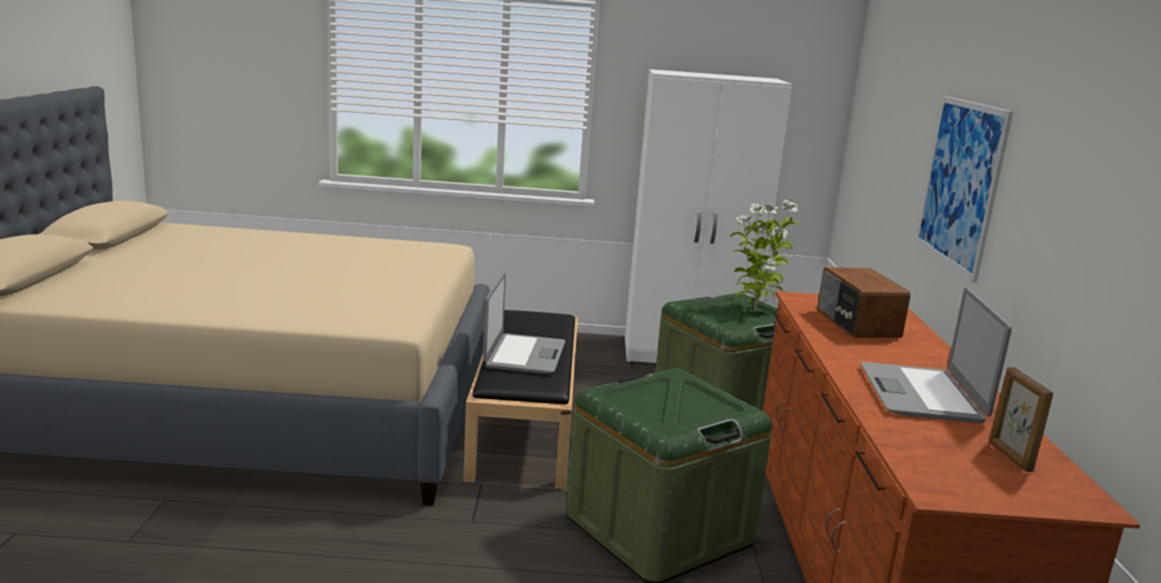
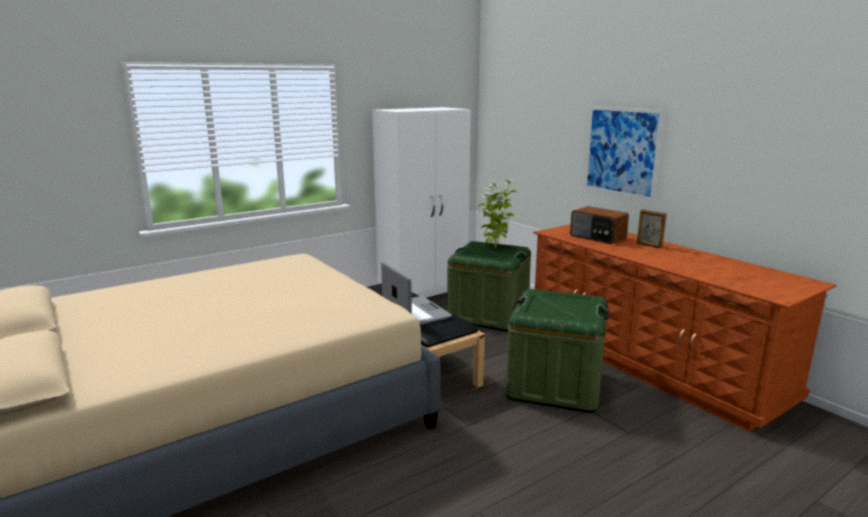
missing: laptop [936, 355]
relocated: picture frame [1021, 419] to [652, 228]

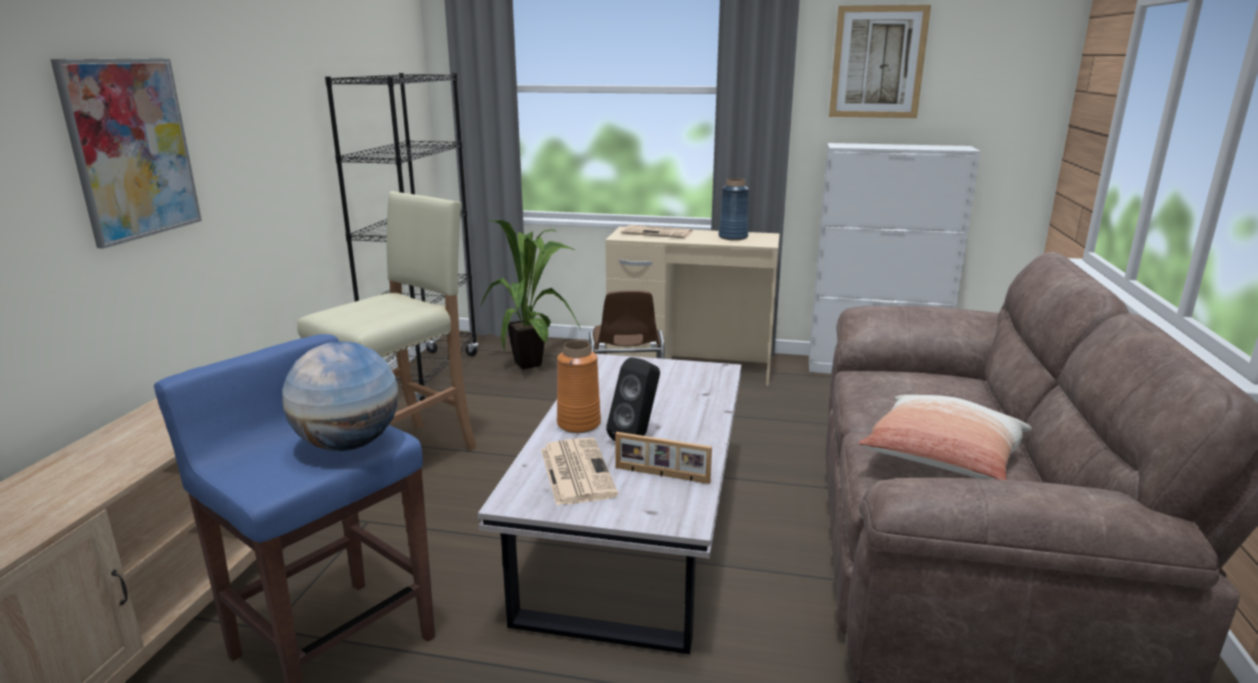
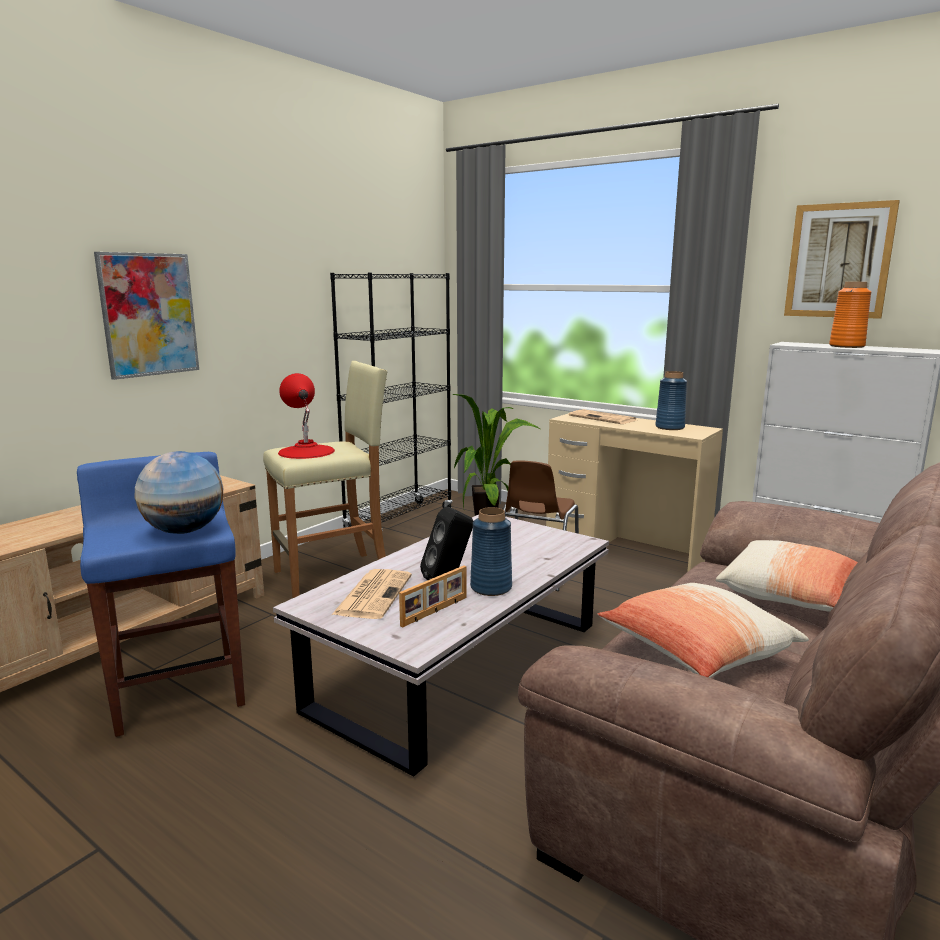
appeared: lamp for a table/red [306, 416]; decorative vase/blue-coloured [491, 551]; throw pillow [787, 576]
relocated: decorative vase/orange-coloured [579, 386] to [850, 315]
spun: picture frame [663, 458] = [433, 596] 90 degrees counterclockwise

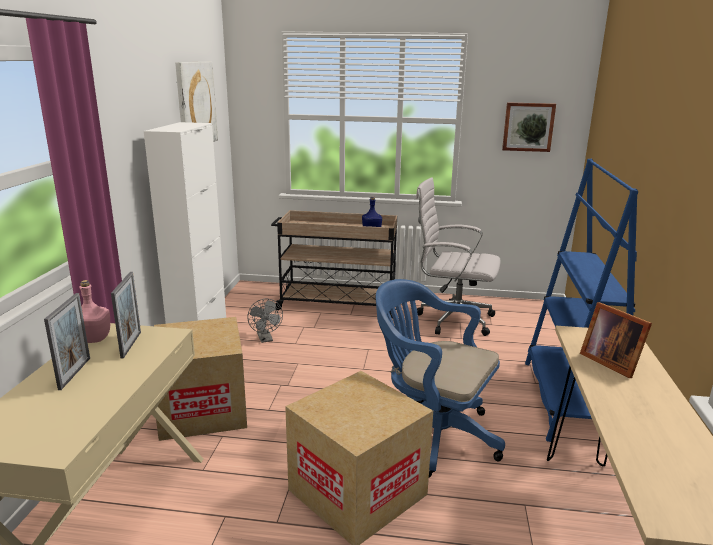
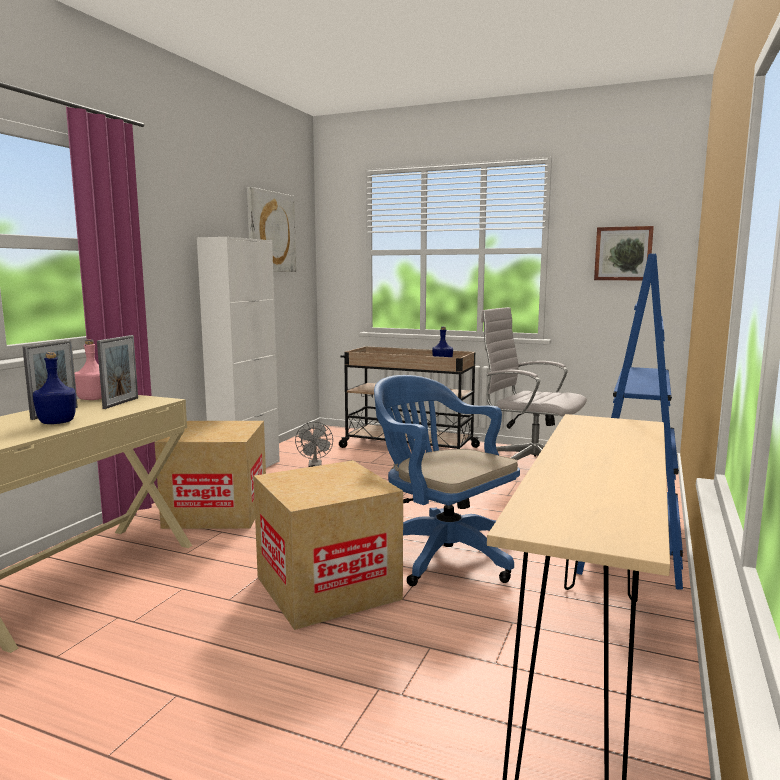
missing: picture frame [616, 340]
appeared: bottle/blue-coloured [54, 388]

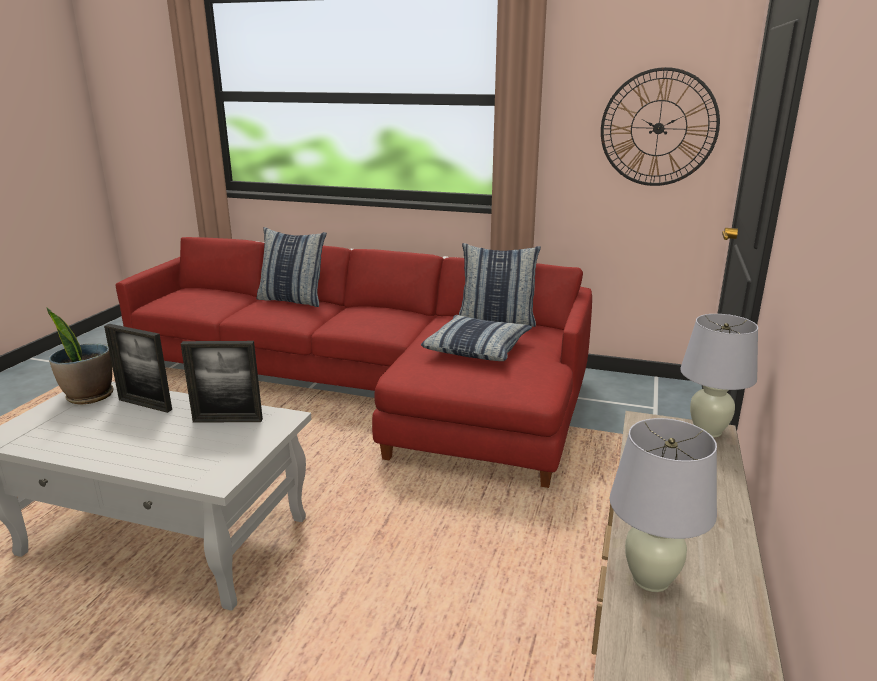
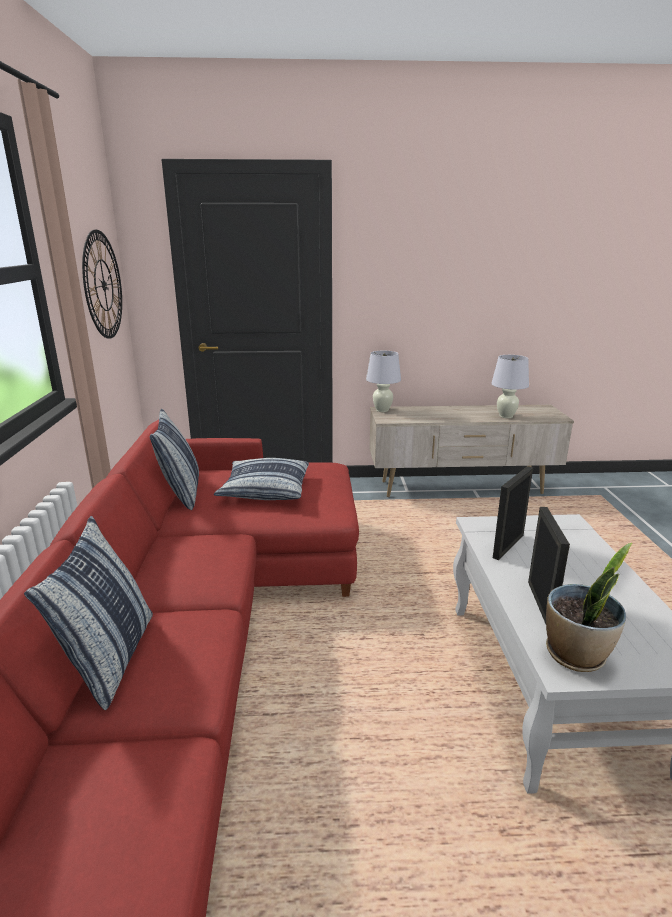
spun: picture frame [222, 382] = [513, 513] 120 degrees counterclockwise

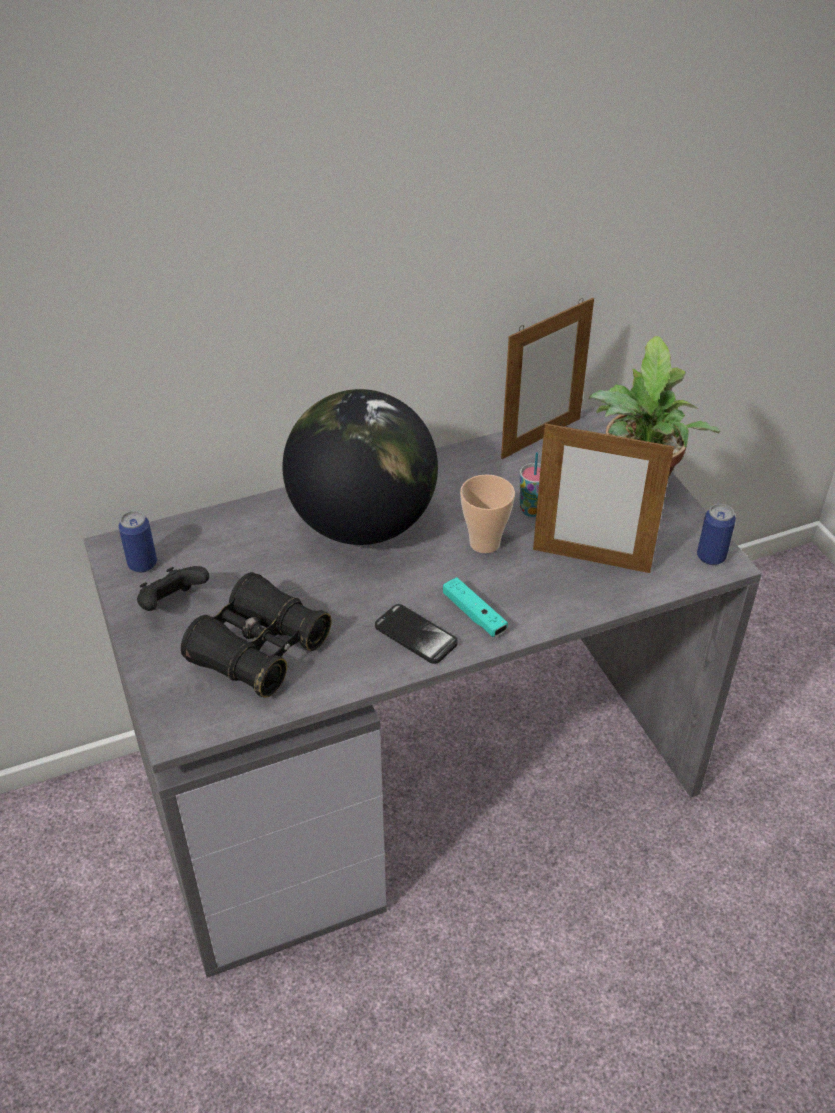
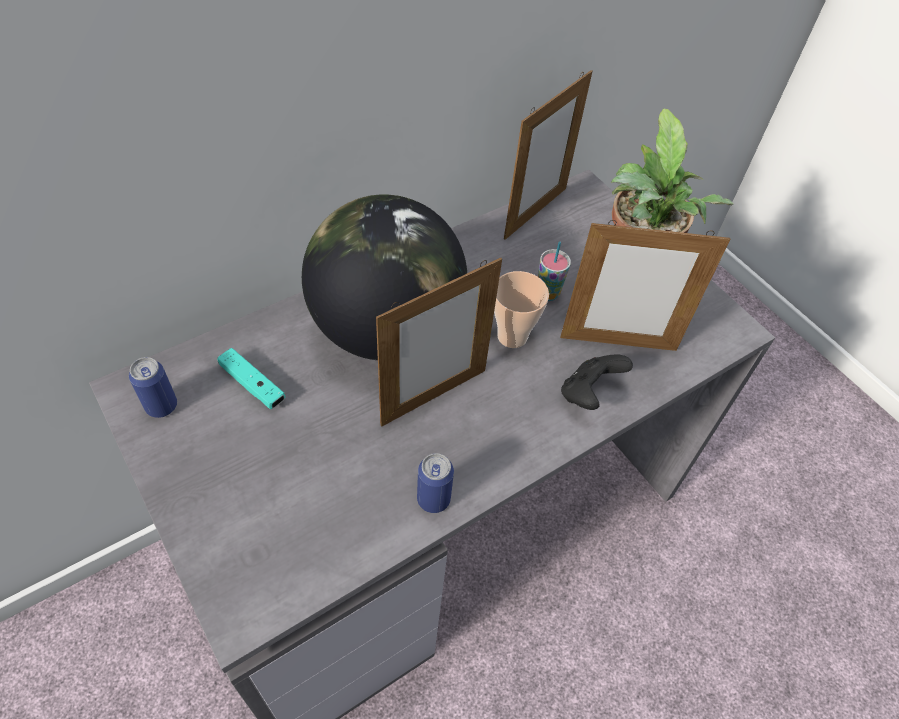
missing: binoculars/blackish [256, 635]; telephone [416, 634]
appeared: picture frame [439, 342]
relocated: game controller/turquoise-coloured [475, 607] to [251, 378]; sealed can [716, 534] to [435, 483]; game controller/blackish [173, 588] to [597, 382]

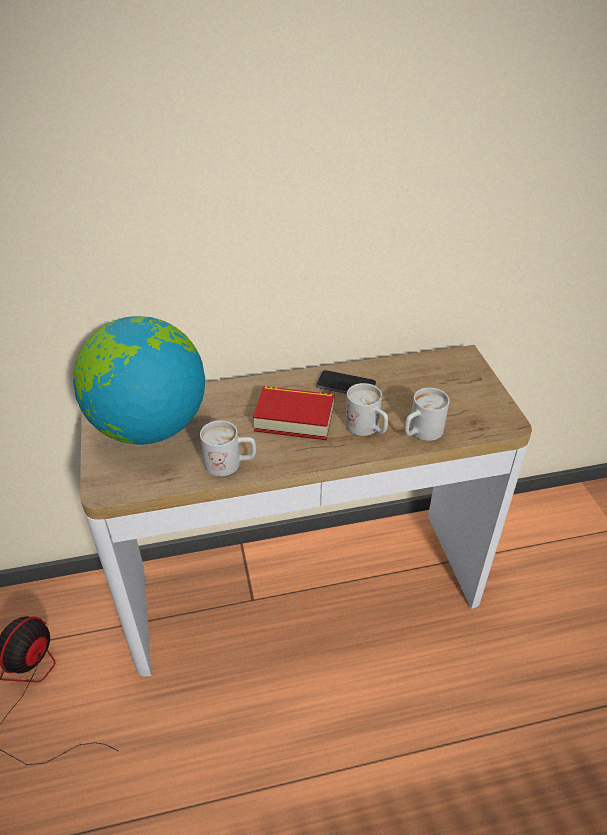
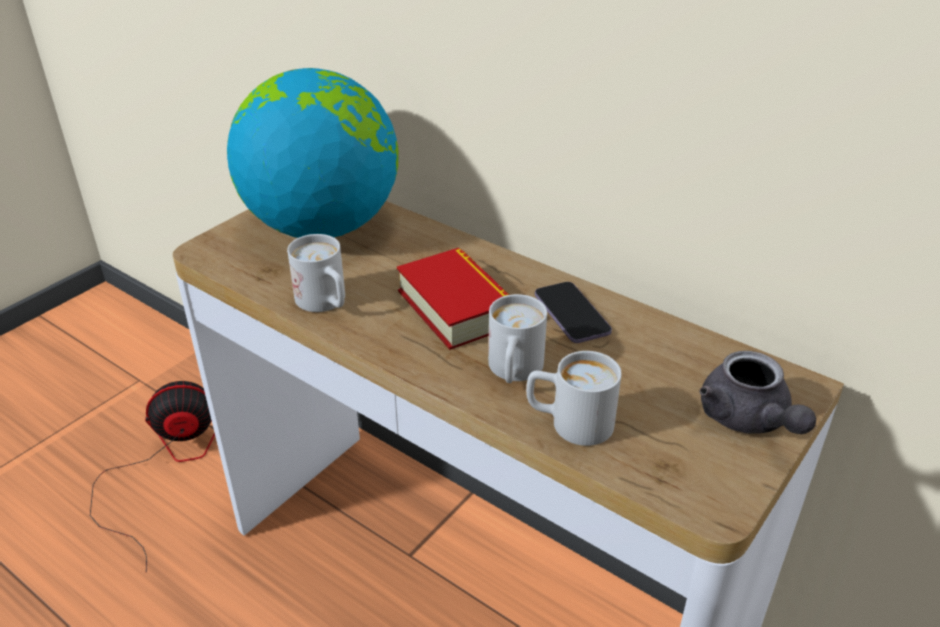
appeared: teapot/greyish [758, 392]

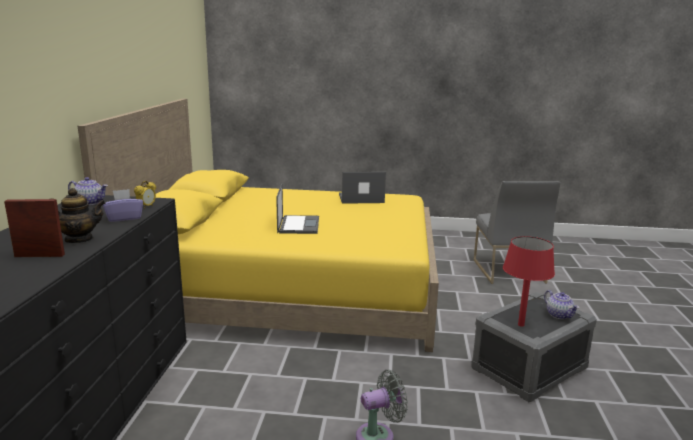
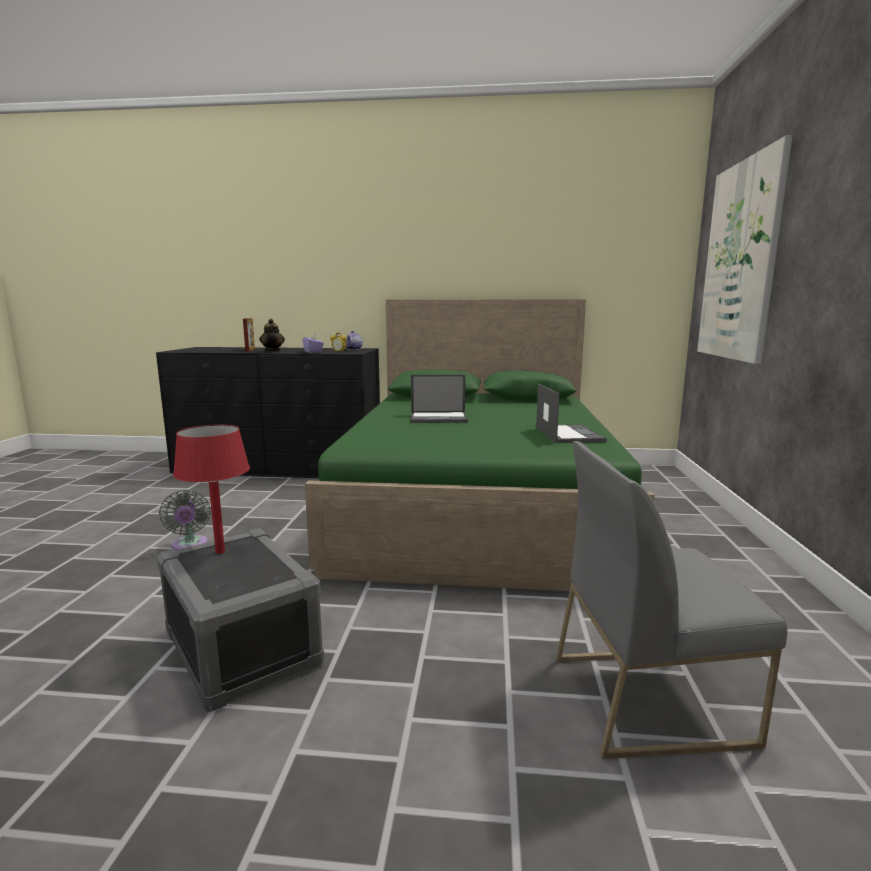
missing: teapot [561, 304]
appeared: picture [744, 249]
colour: sleeping bed/yellow [258, 225] to sleeping bed/green [480, 445]

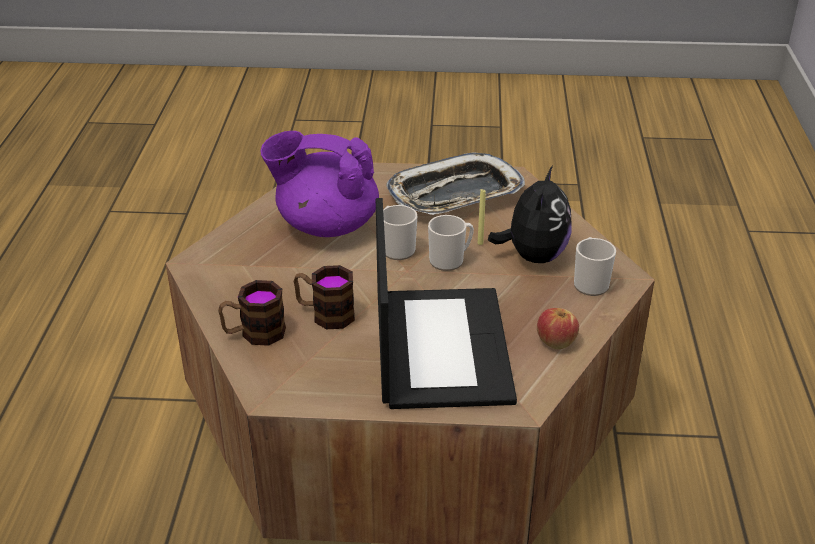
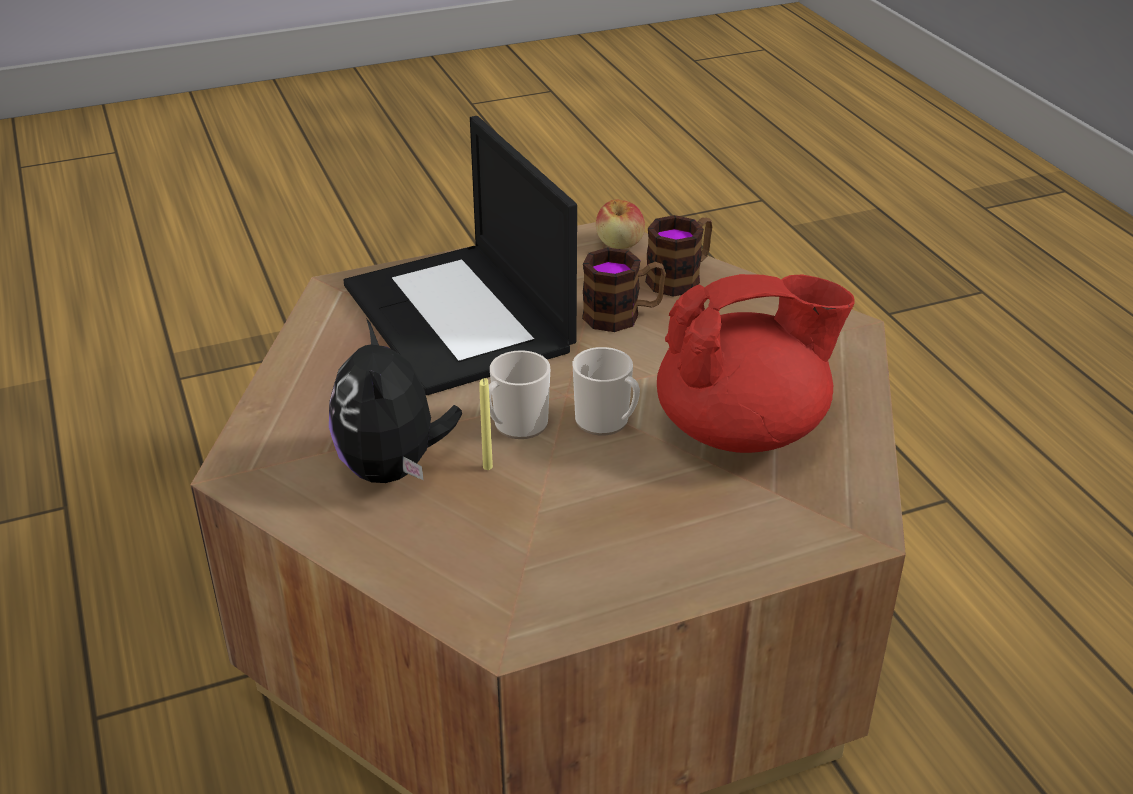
missing: serving tray [455, 183]; mug [595, 266]
relocated: whole apple [558, 328] to [620, 224]
colour: teapot/purple [320, 184] to teapot/red [756, 363]

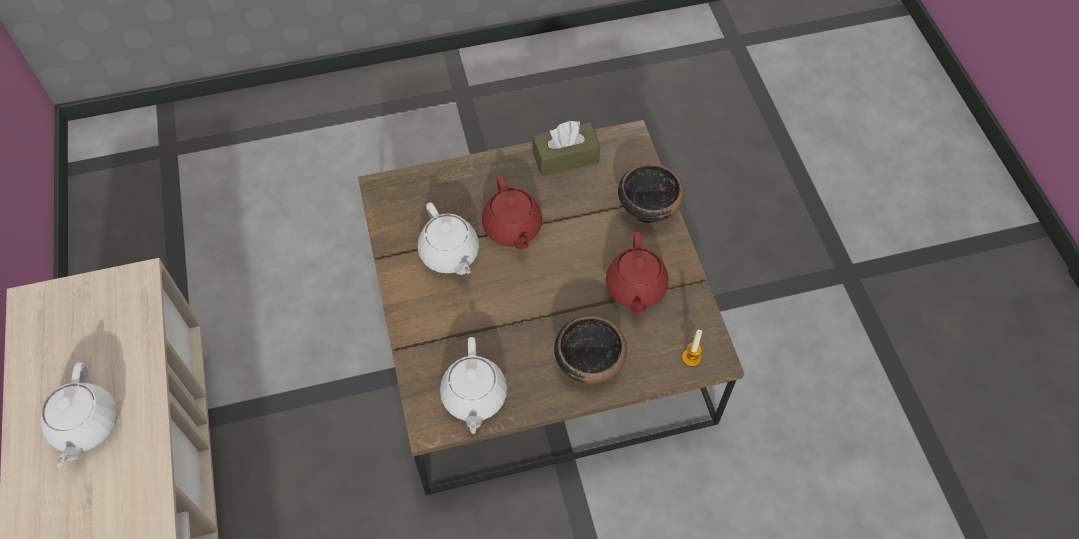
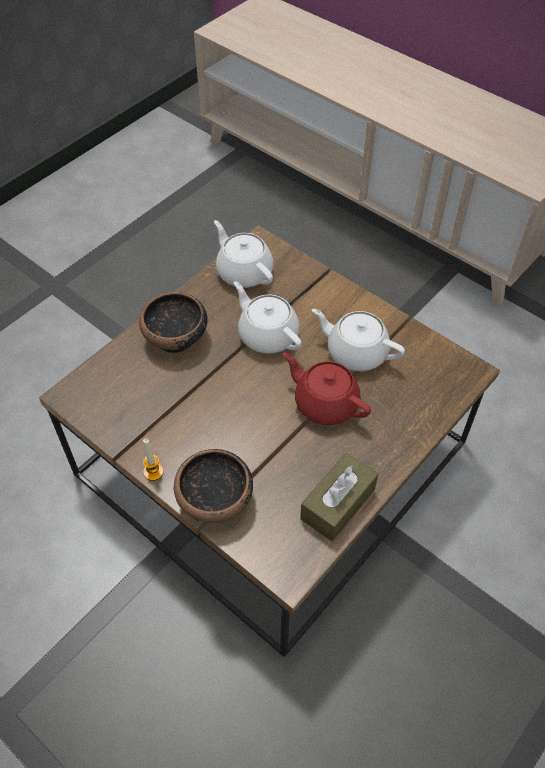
missing: teapot/red [637, 274]
relocated: wax light [692, 348] to [153, 459]; teapot/white-coloured [78, 414] to [268, 317]

